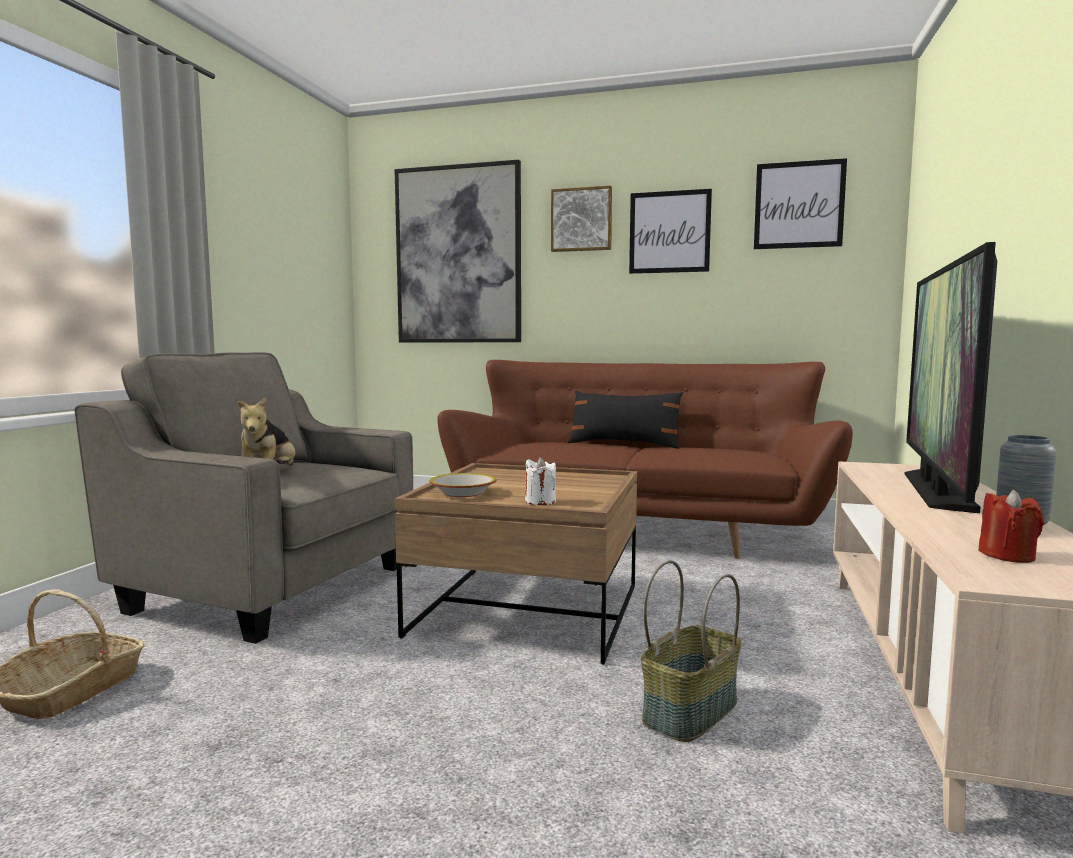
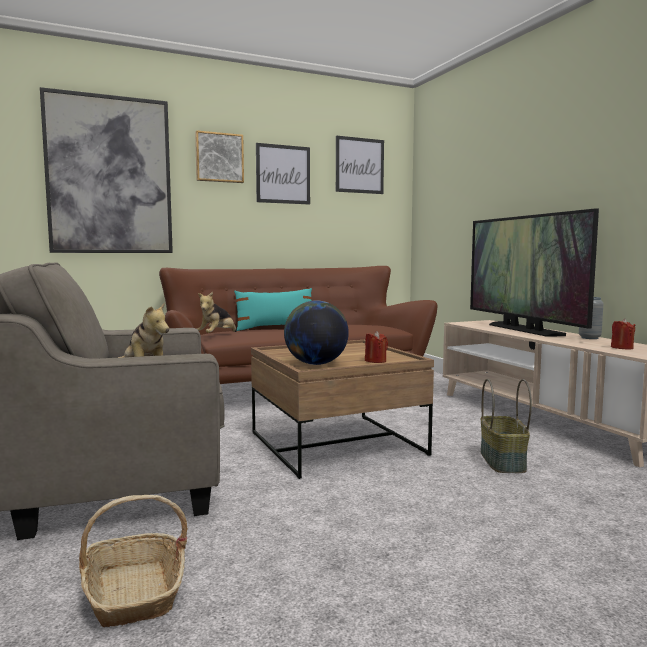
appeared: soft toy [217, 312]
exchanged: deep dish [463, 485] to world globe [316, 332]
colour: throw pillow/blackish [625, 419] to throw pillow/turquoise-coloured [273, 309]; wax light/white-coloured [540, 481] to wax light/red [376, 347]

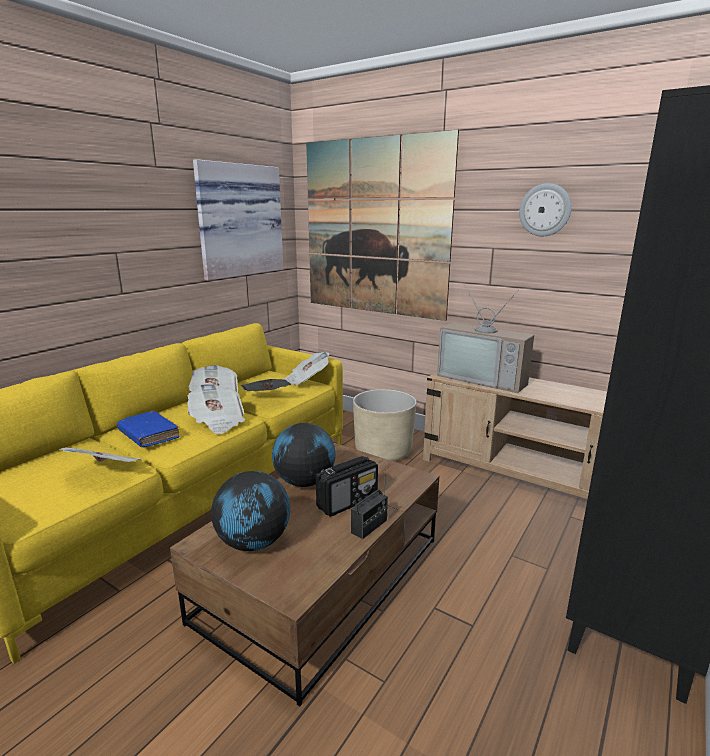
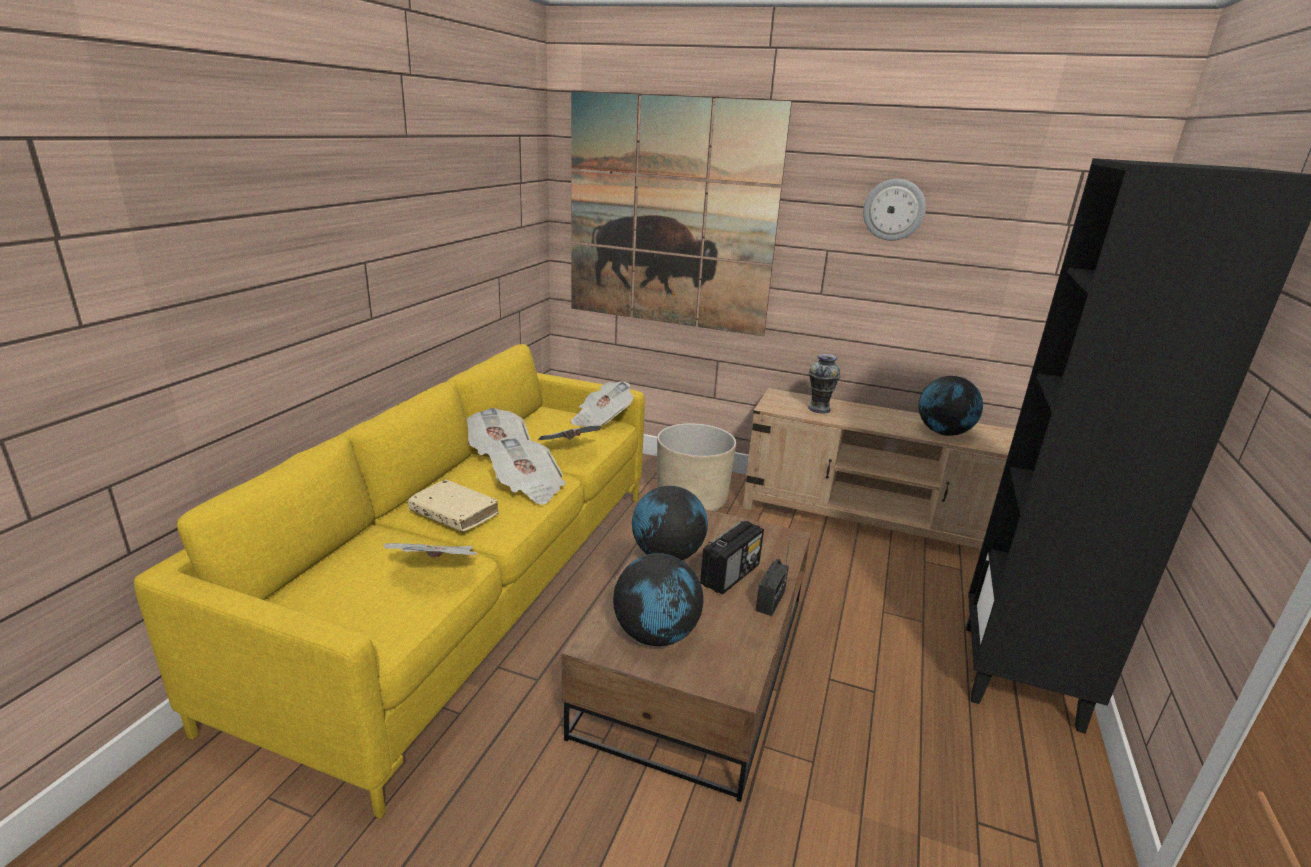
missing: picture [238, 220]
appeared: world globe [950, 406]
exchanged: TV [485, 338] to decorative vase [824, 383]
colour: volume/blue-coloured [148, 429] to volume/beige [453, 505]

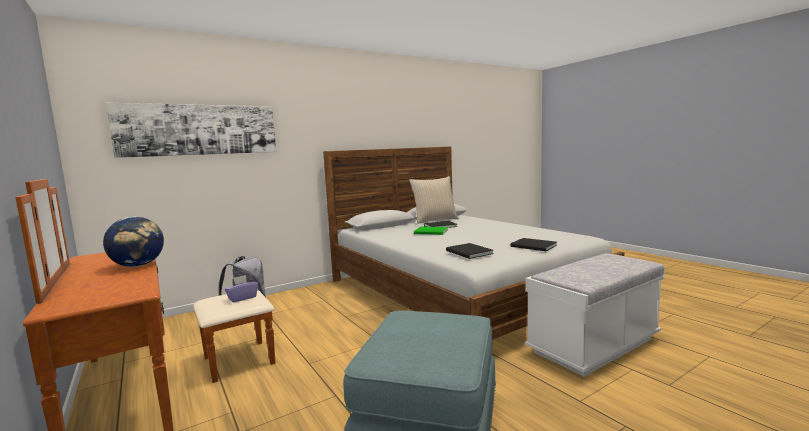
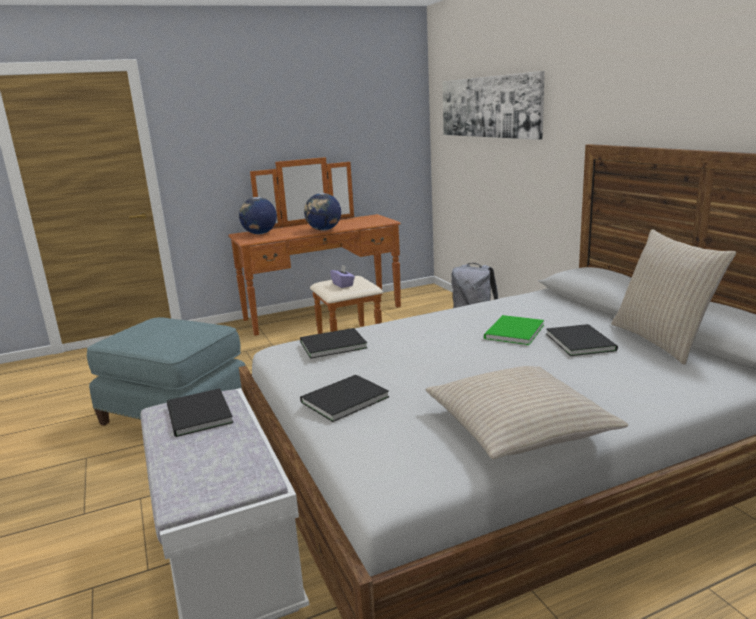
appeared: volume/blackish [200, 412]; world globe [258, 215]; throw pillow/beige [527, 412]

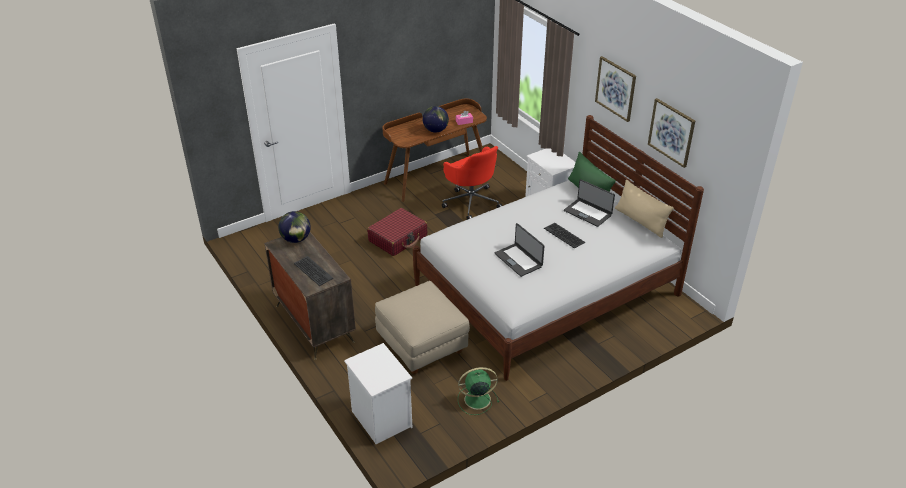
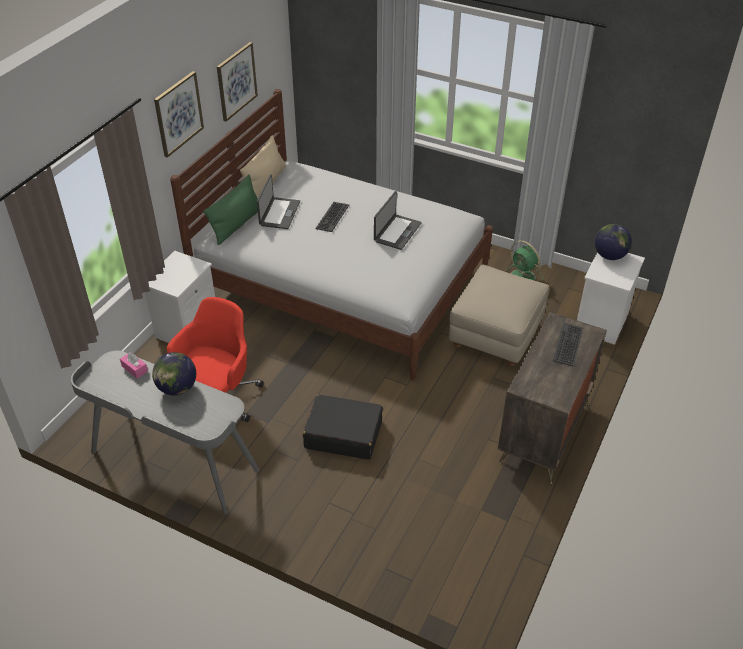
relocated: world globe [294, 227] to [613, 242]
colour: desk table/brownish [434, 150] to desk table/greyish [164, 432]; travel case/red [397, 232] to travel case/blackish [343, 427]

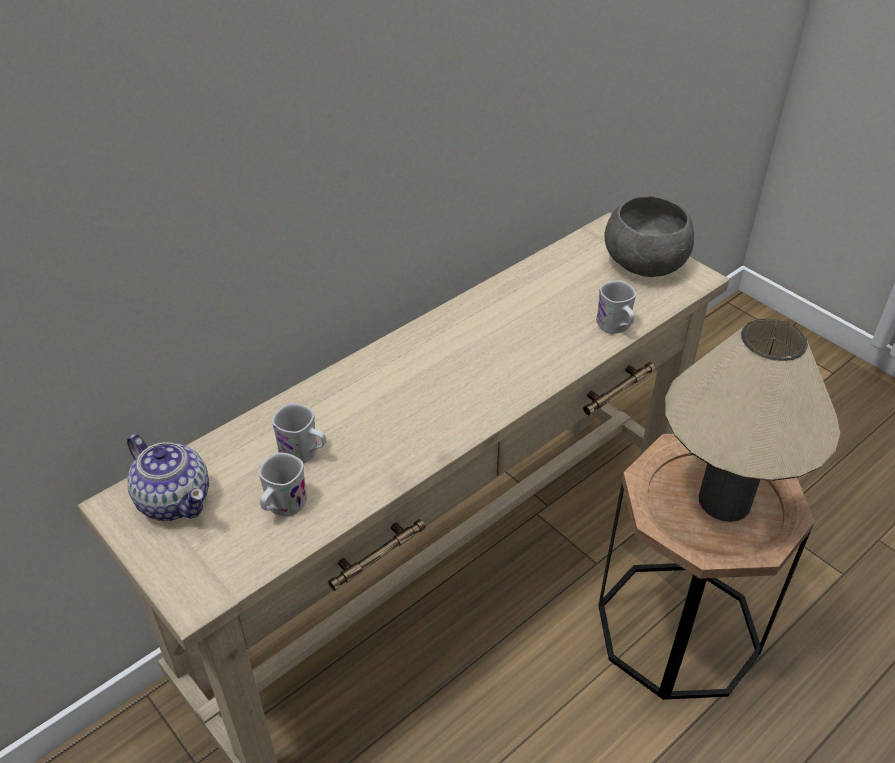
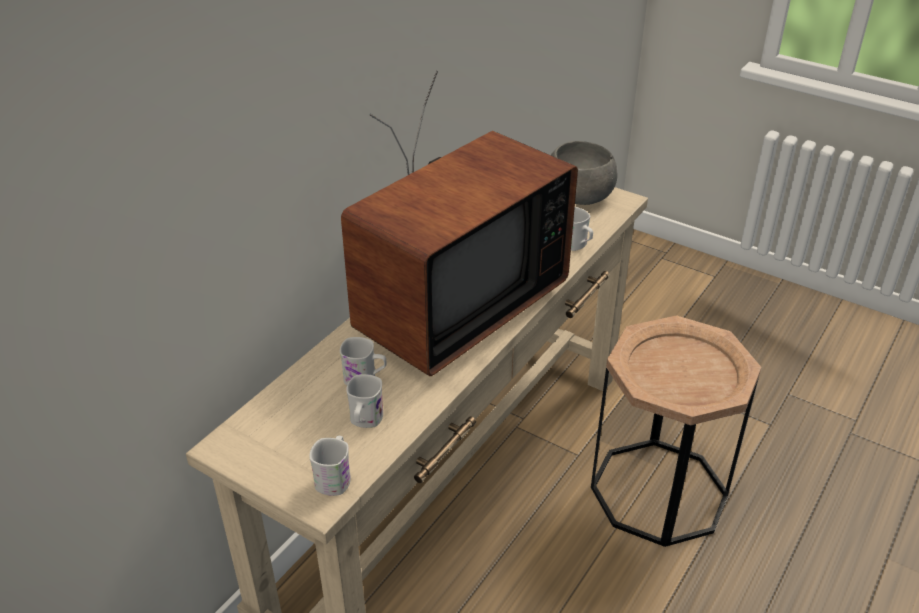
missing: teapot [168, 477]; lamp for a table/beige [752, 420]
appeared: mug/white-coloured [330, 466]; TV [459, 223]

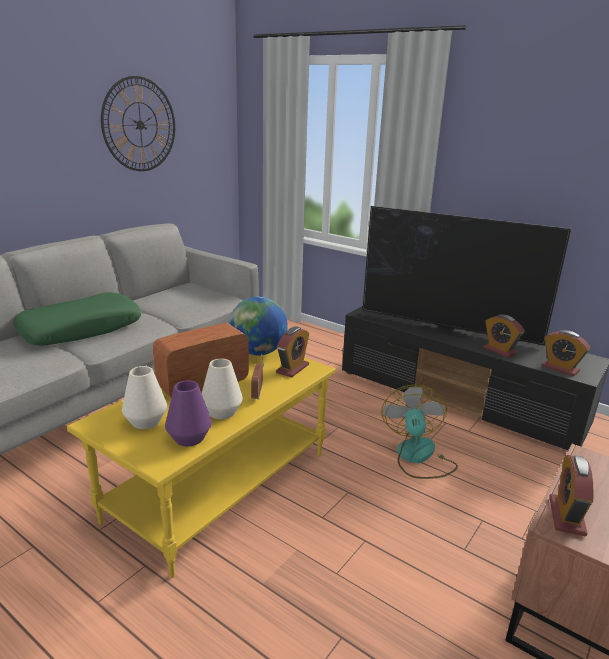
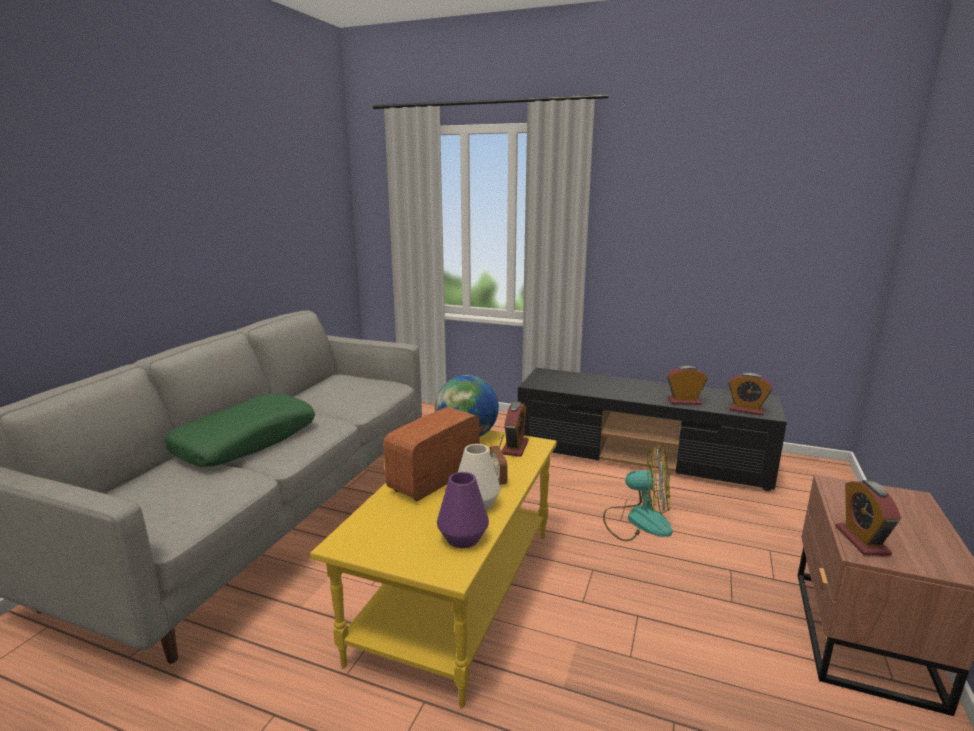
missing: clock on the wall [138, 123]; decorative vase/white-coloured [144, 397]; TV [466, 275]
spun: fan [419, 432] = [638, 493] 120 degrees clockwise; alarm clock [504, 336] = [687, 385] 150 degrees clockwise

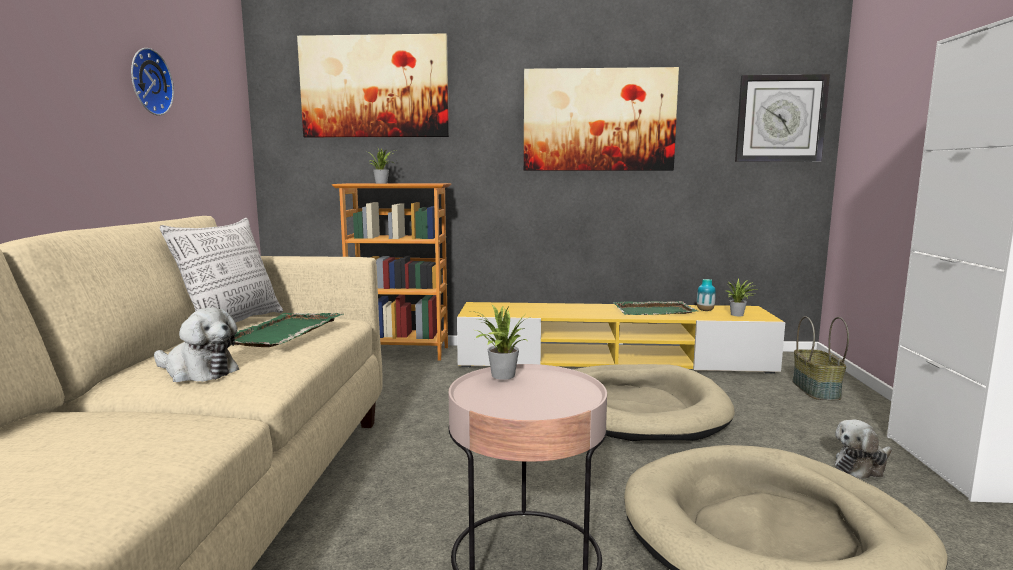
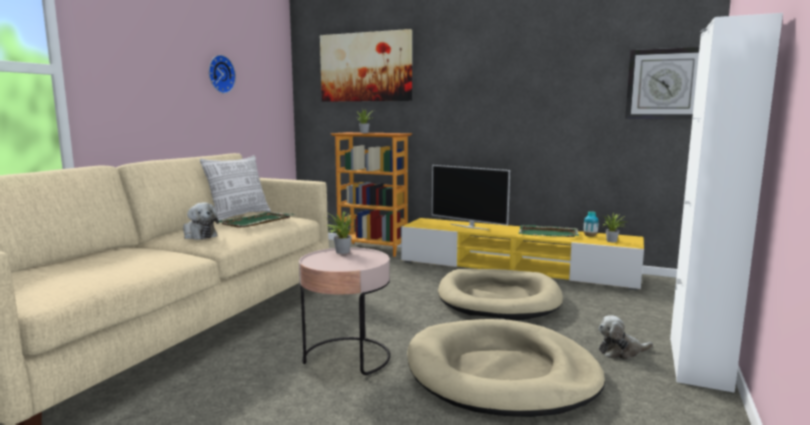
missing: picture [601, 119]; household basket [820, 358]
appeared: TV [471, 197]

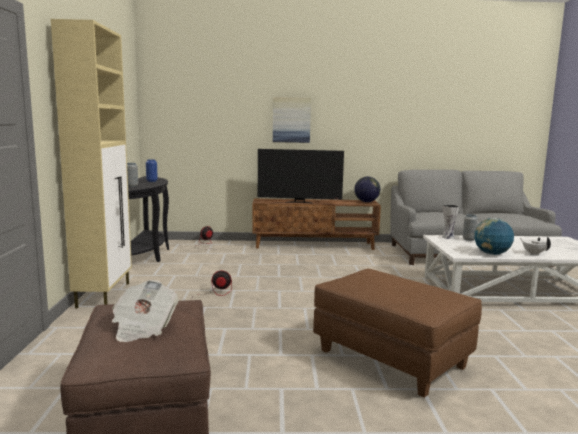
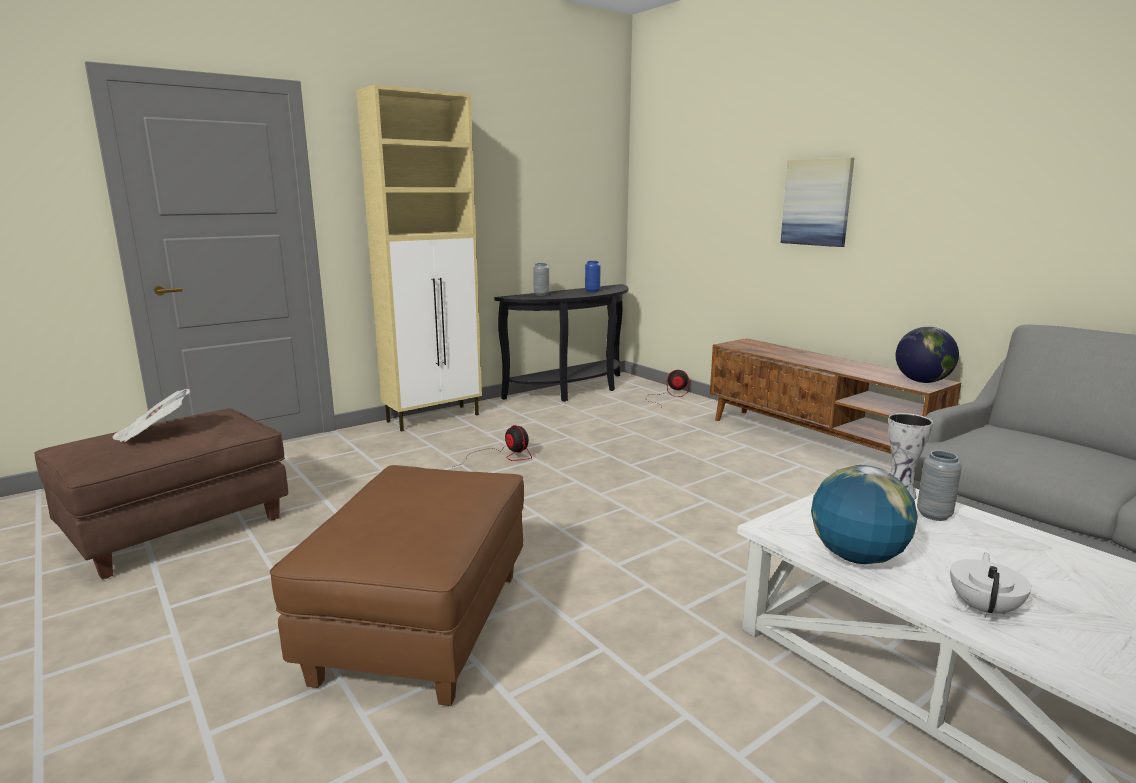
missing: TV [301, 176]

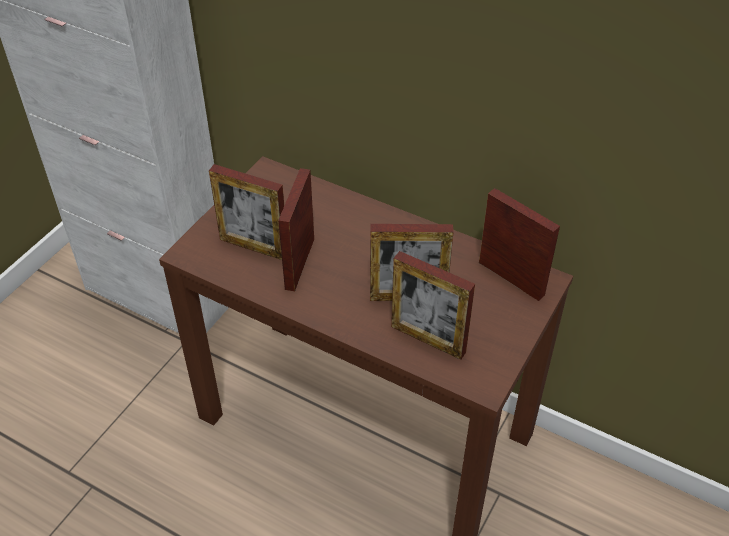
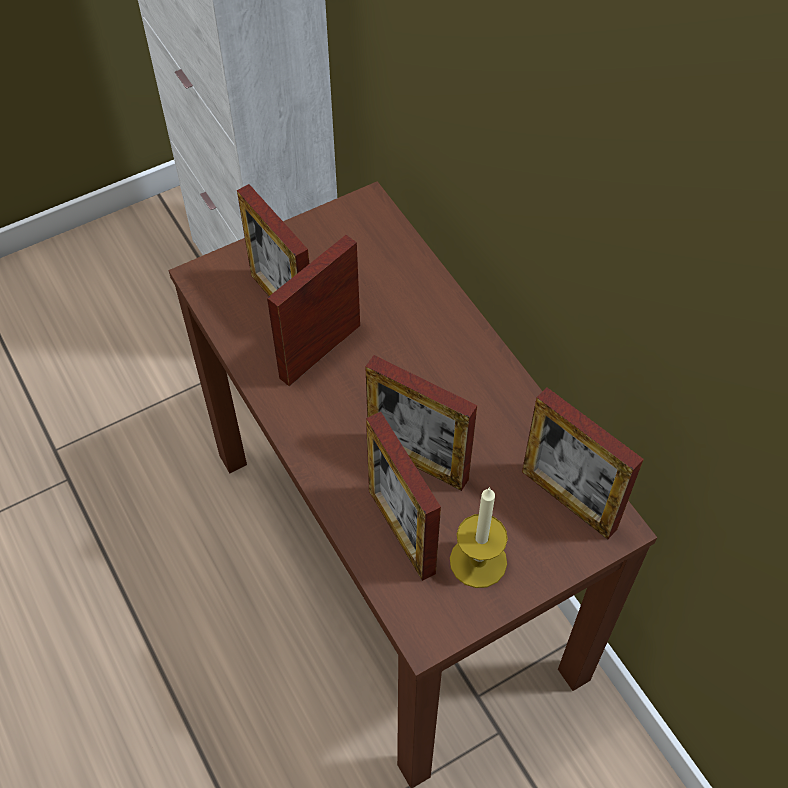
appeared: wax light [479, 537]
spun: picture frame [519, 244] = [583, 464] 150 degrees clockwise

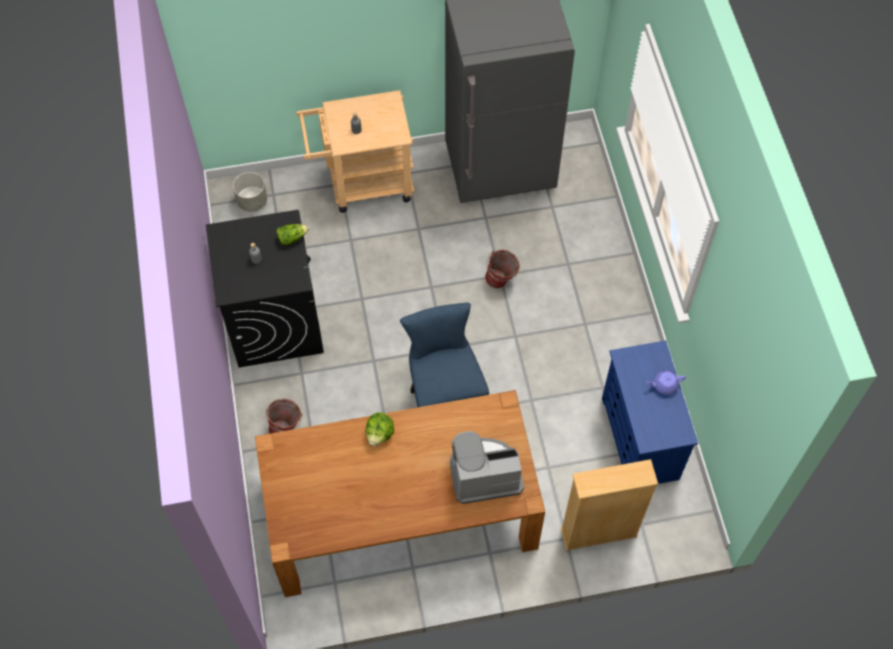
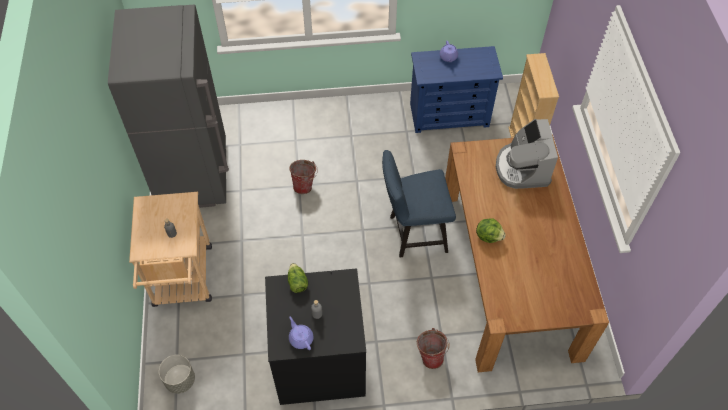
appeared: teapot/purple [301, 333]

